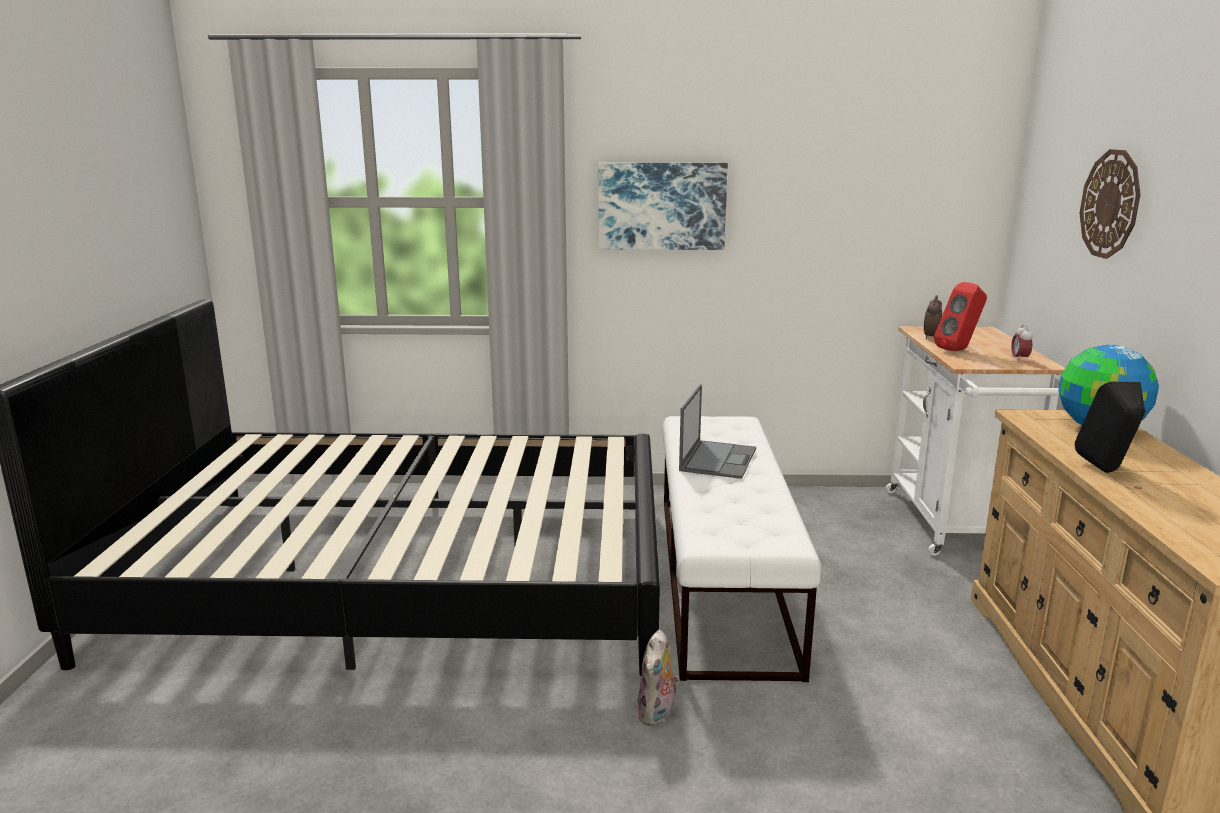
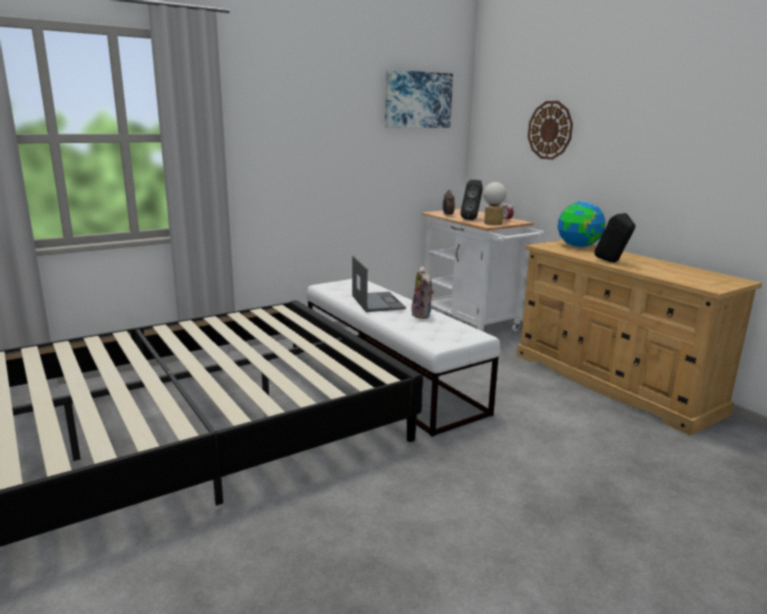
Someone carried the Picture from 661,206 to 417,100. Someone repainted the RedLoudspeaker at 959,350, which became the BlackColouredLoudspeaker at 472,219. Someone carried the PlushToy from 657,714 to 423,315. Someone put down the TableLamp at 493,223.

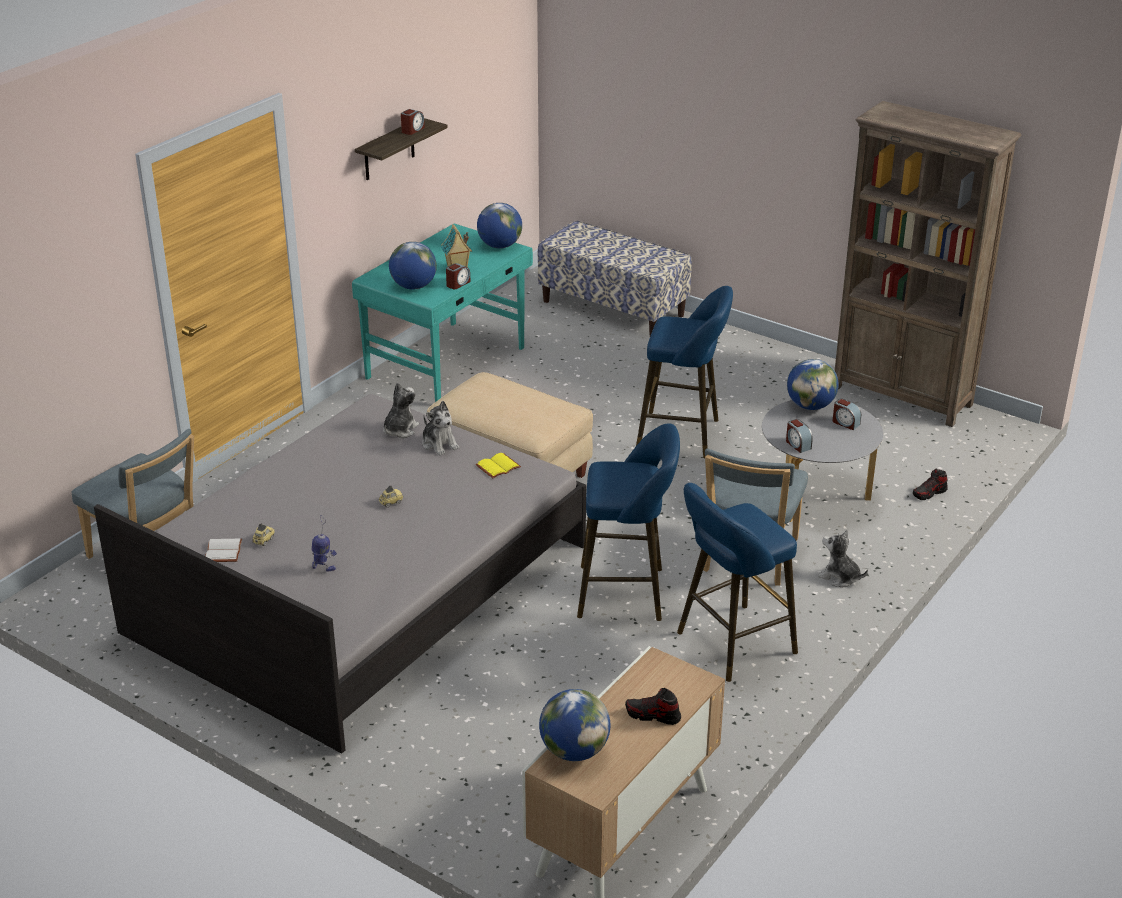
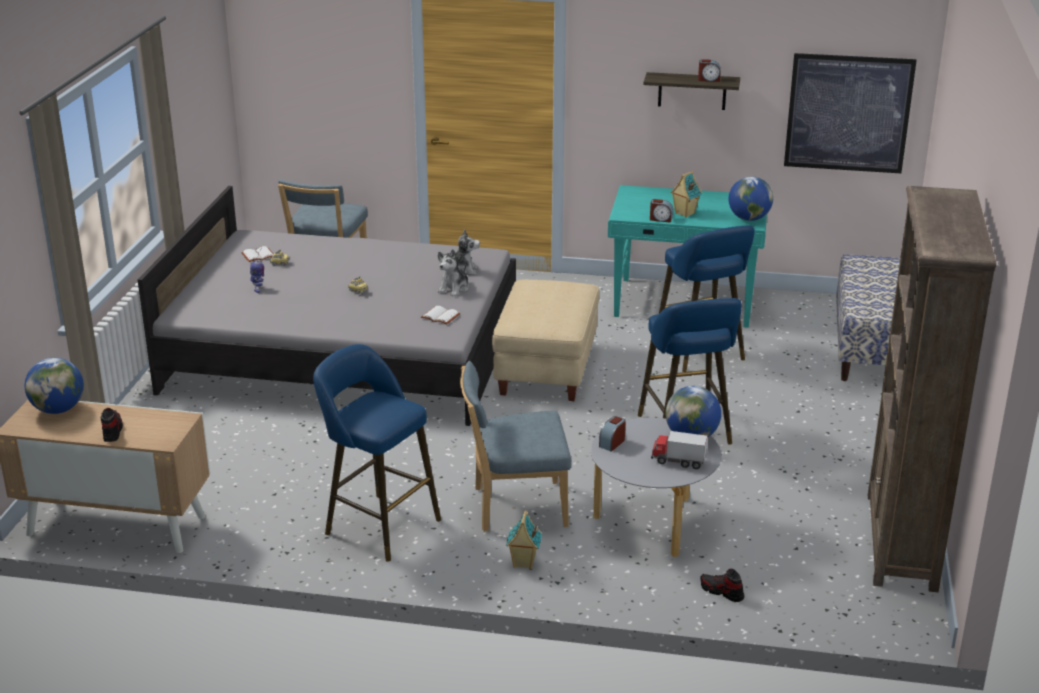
Someone took away the WorldGlobe at 414,286. Someone swapped the BedsideClock at 845,423 for the ToyTruck at 678,461. Someone carried the BlueColouredSittingStool from 627,593 to 701,354. Someone repainted the YellowishBoundBook at 498,467, which became the WhiteColouredBoundBook at 439,317. Someone swapped the PlushToy at 840,577 for the ModelHouse at 523,563. Someone put up the Picture at 848,113.

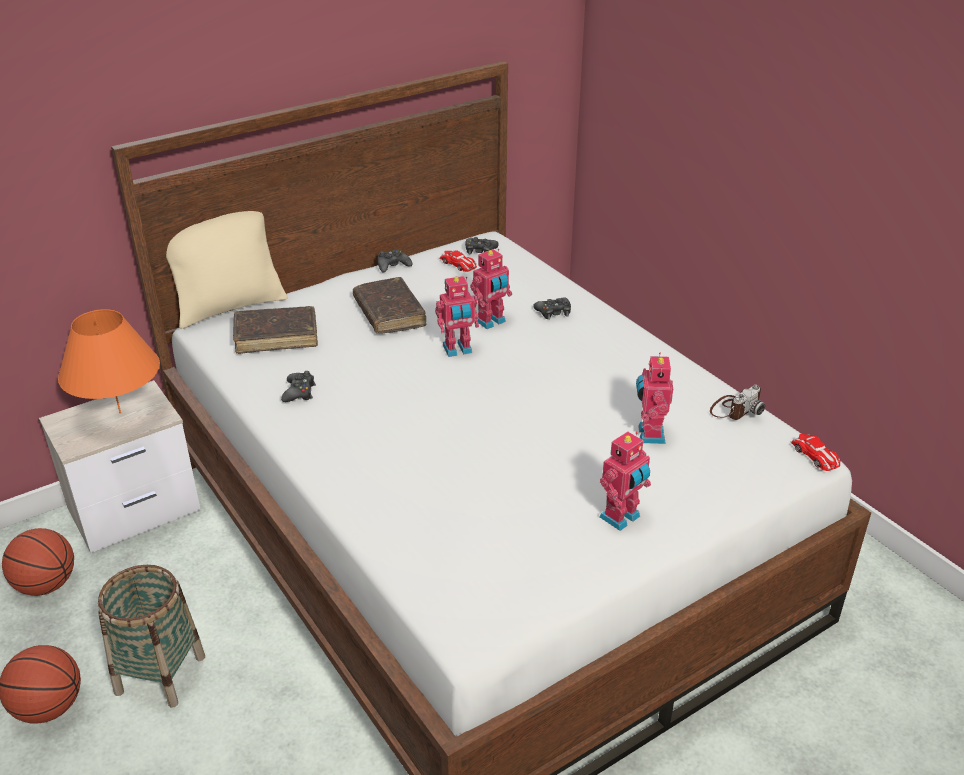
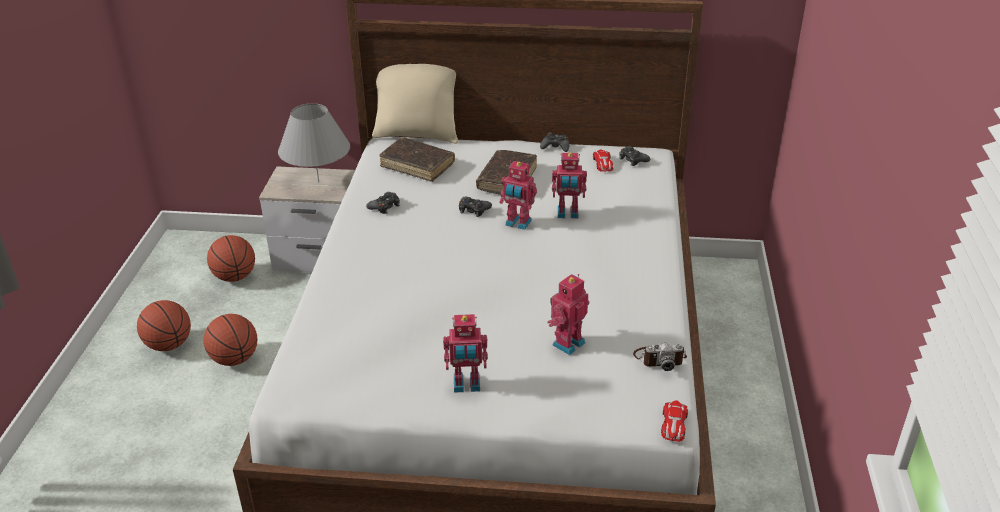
Someone carried the BlackColouredJoypad from 553,312 to 473,210. Someone repainted the OrangeTableLamp at 120,412, which became the GreyishTableLamp at 318,182. Someone swapped the StorageBasket at 160,674 for the BasketballBall at 234,359.

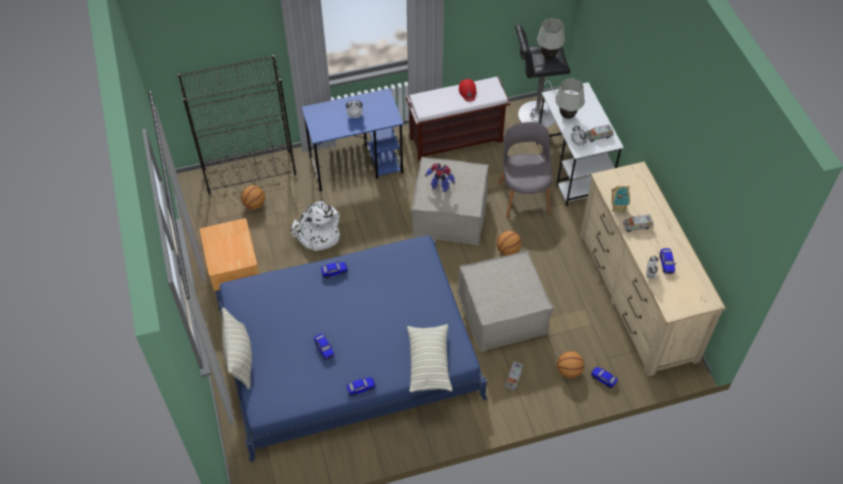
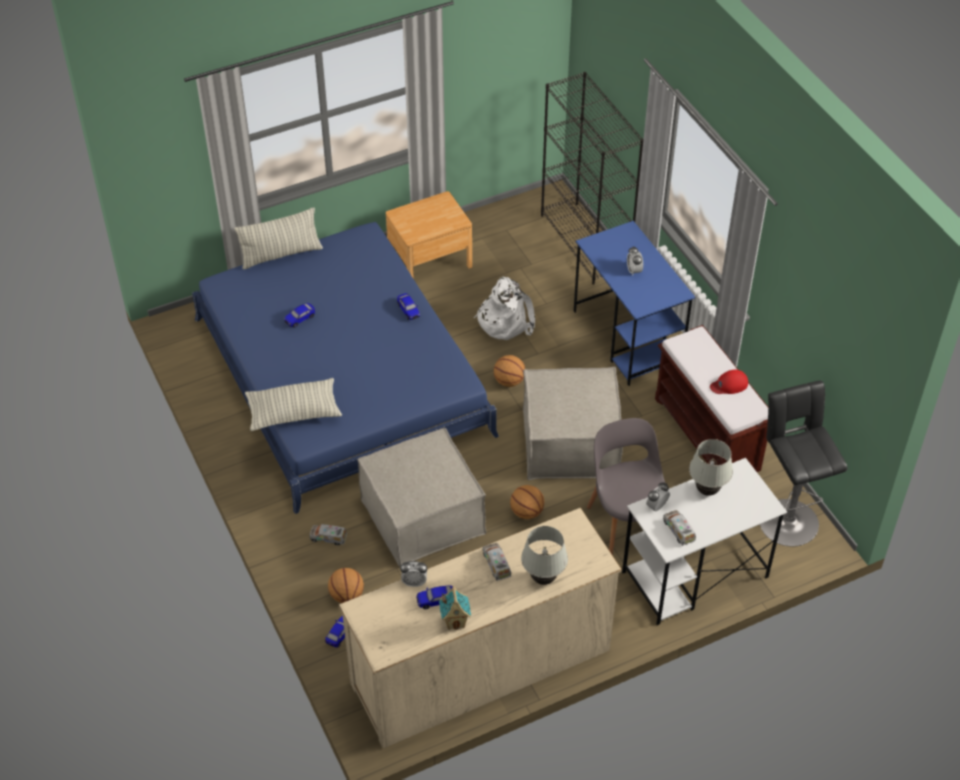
Someone carried the WhiteColouredTableLamp from 548,56 to 543,579. Someone rotated the GreyishUprightChair at 524,196 by 90 degrees counterclockwise. Someone took away the ToyRobot at 440,186. Someone carried the BasketballBall from 254,204 to 509,381. Someone carried the ModelHouse from 617,207 to 455,621. Someone took away the ModelCar at 361,388.

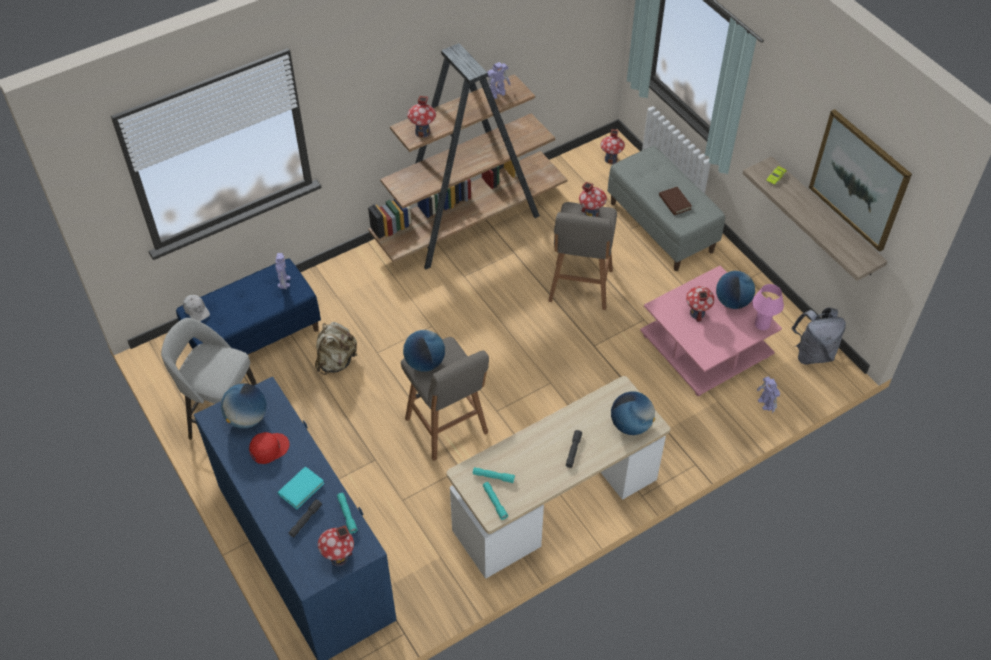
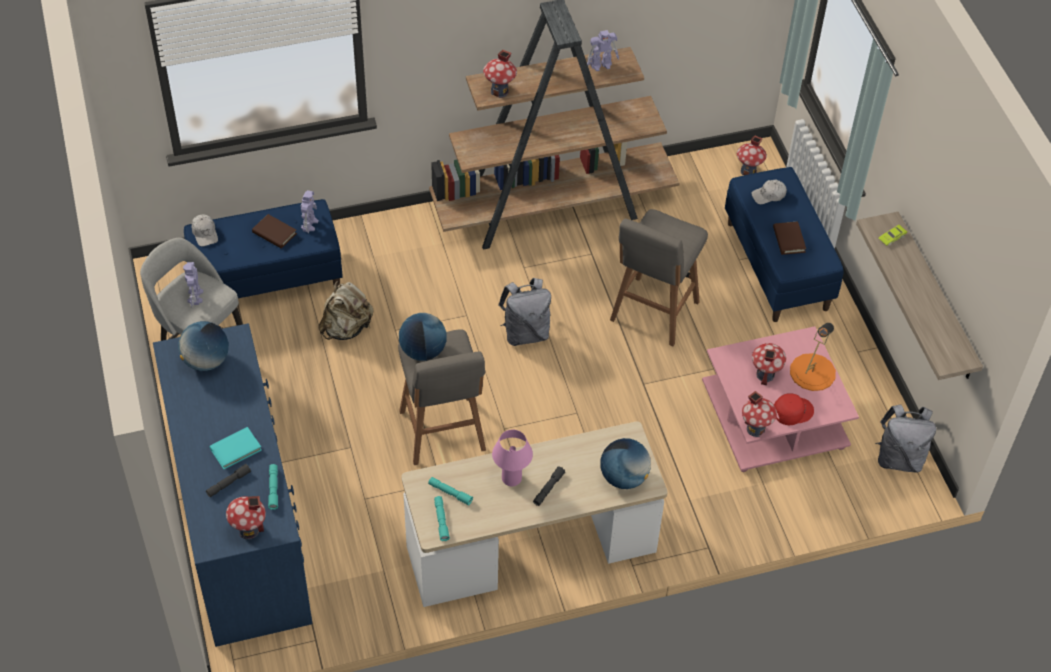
Someone took away the Picture at 859,180. Someone repainted the GreyishLongSeat at 662,227, which became the BlueColouredLongSeat at 778,266. Someone carried the ModelHouse from 591,214 to 755,429. Someone swapped the WorldGlobe at 732,302 for the OrangeTableLamp at 812,372. Someone carried the PinkColouredTableLamp from 762,324 to 511,478. Someone carried the ToyRobot from 766,403 to 195,297. Someone carried the RedBaseballCap from 269,448 to 792,411. Someone put down the WhiteColouredBaseballCap at 769,195. Someone put down the BrownBoundBook at 274,233. Someone put down the GreyishKnapsack at 525,333.

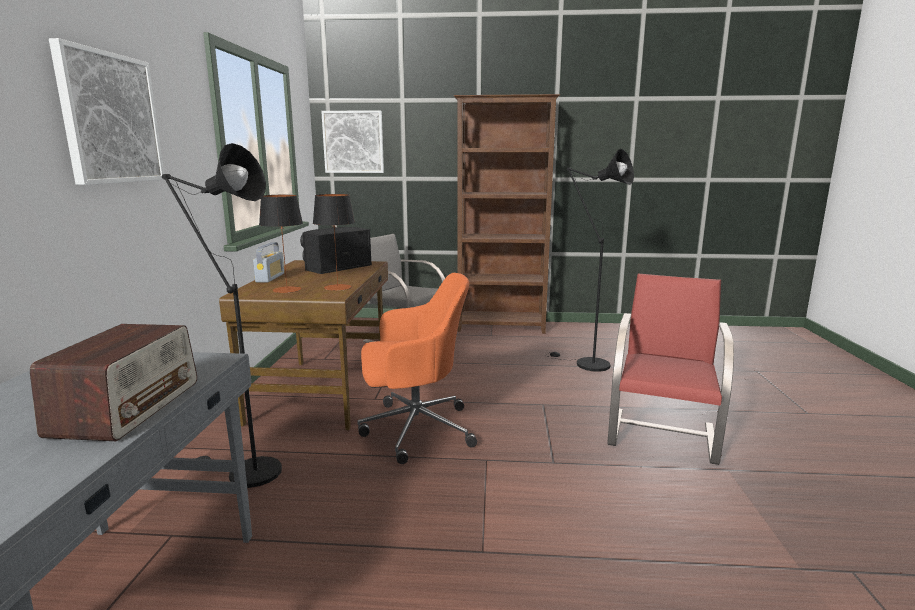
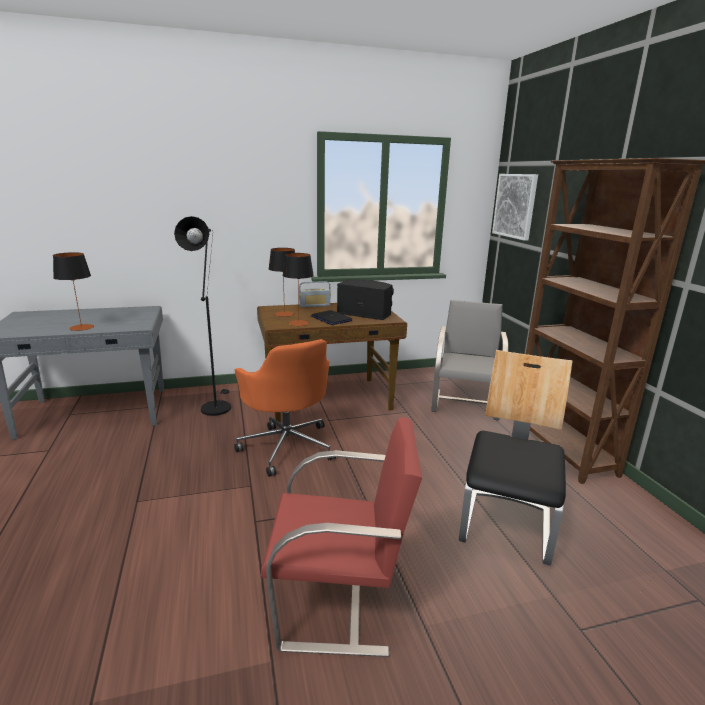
Someone took away the Picture at 110,118. Someone swapped the BlackColouredStandardLamp at 586,364 for the UprightChair at 507,527. Someone swapped the Radio at 128,407 for the TableLamp at 81,327. Someone put down the NotebookComputer at 331,319.

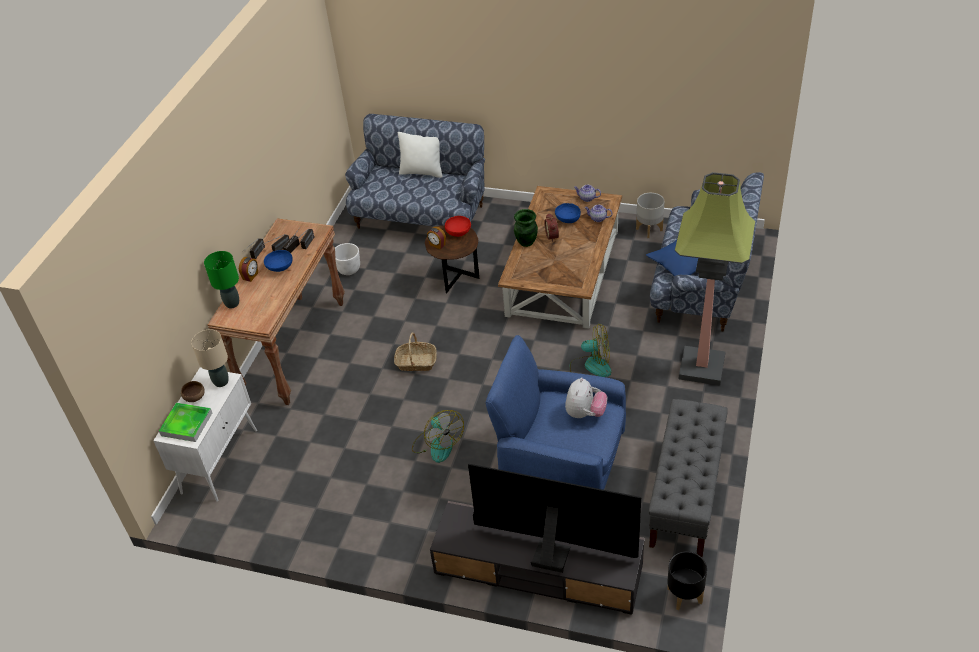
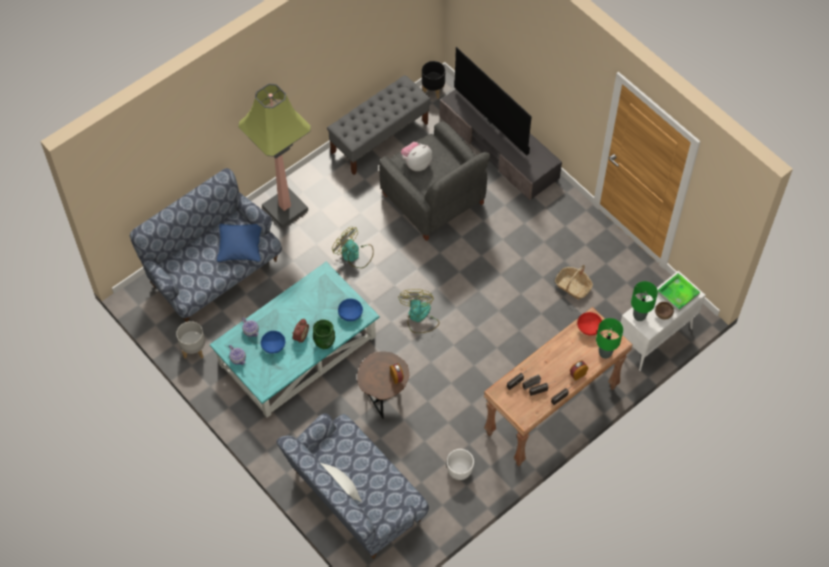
Someone repainted the BrownCoffeeTable at 564,273, which became the BlueGreenCoffeeTable at 297,349. Someone carried the RedDeepDish from 458,232 to 589,328. Someone carried the BlueColouredDeepDish from 280,268 to 350,314. Someone repainted the BeigeTableLamp at 221,382, which became the GreenTableLamp at 639,316. Someone carried the StorageBasket from 416,362 to 573,286. Someone repainted the BlueColouredArmchair at 560,464, which became the GreyishArmchair at 434,200. Someone carried the CoolingFan from 437,444 to 419,317.

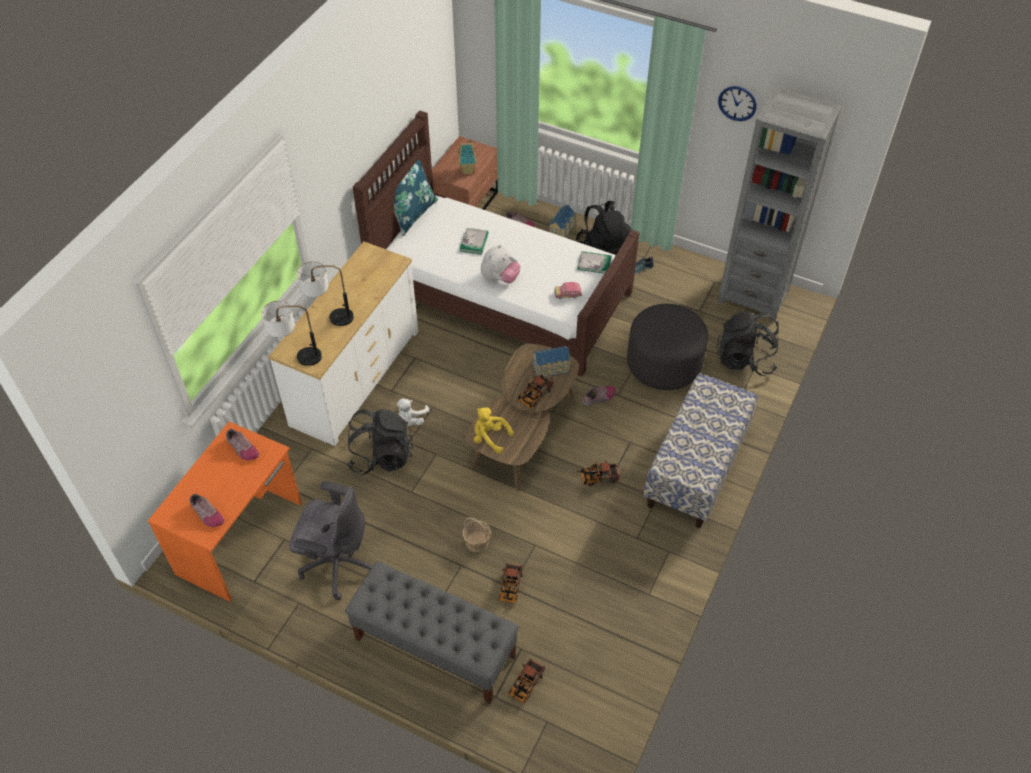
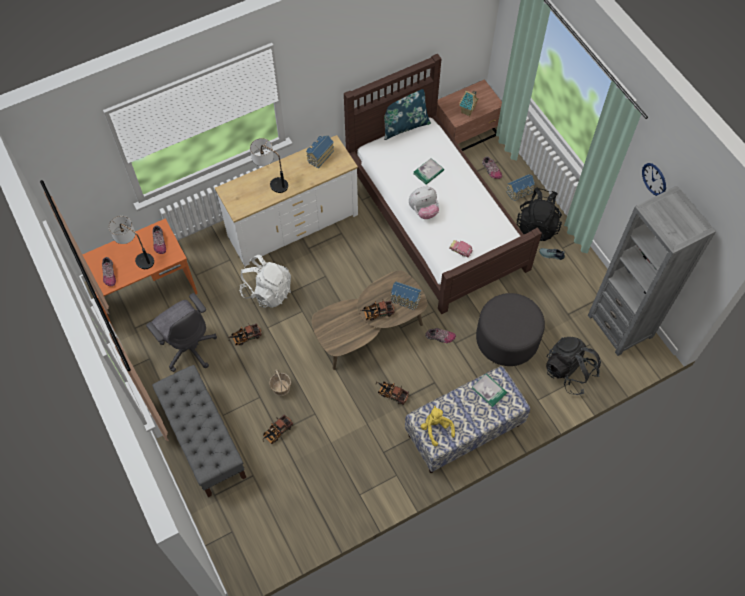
Someone carried the BoundBook from 594,263 to 489,390. Someone carried the TableLamp from 297,357 to 137,257. Someone took away the WhiteColouredPlushToy at 411,420. Someone carried the YellowishPlushToy from 489,438 to 436,428. Someone repainted the BlackColouredKnapsack at 381,456, which became the WhiteColouredKnapsack at 267,291. Someone carried the ToyTruck from 525,686 to 245,337. Someone put down the ModelHouse at 319,156.

